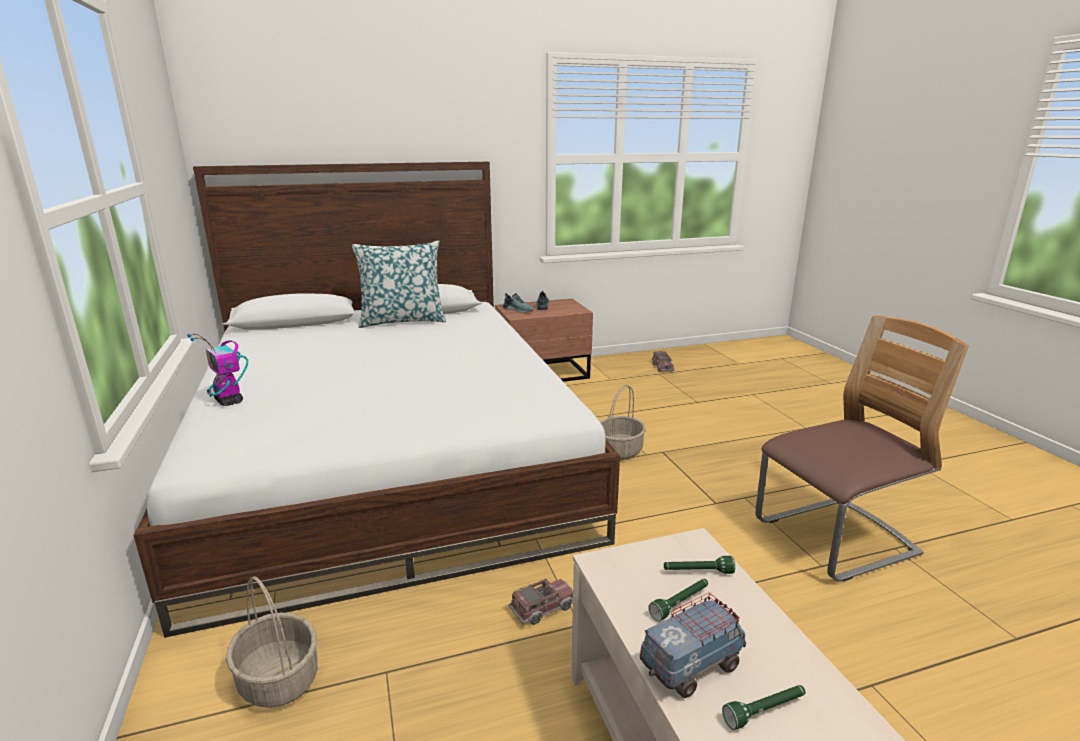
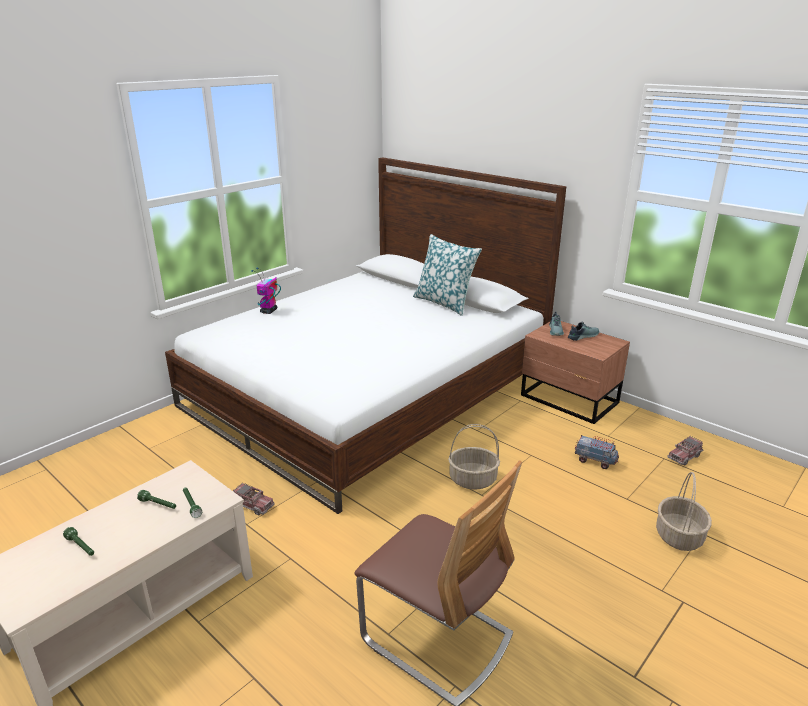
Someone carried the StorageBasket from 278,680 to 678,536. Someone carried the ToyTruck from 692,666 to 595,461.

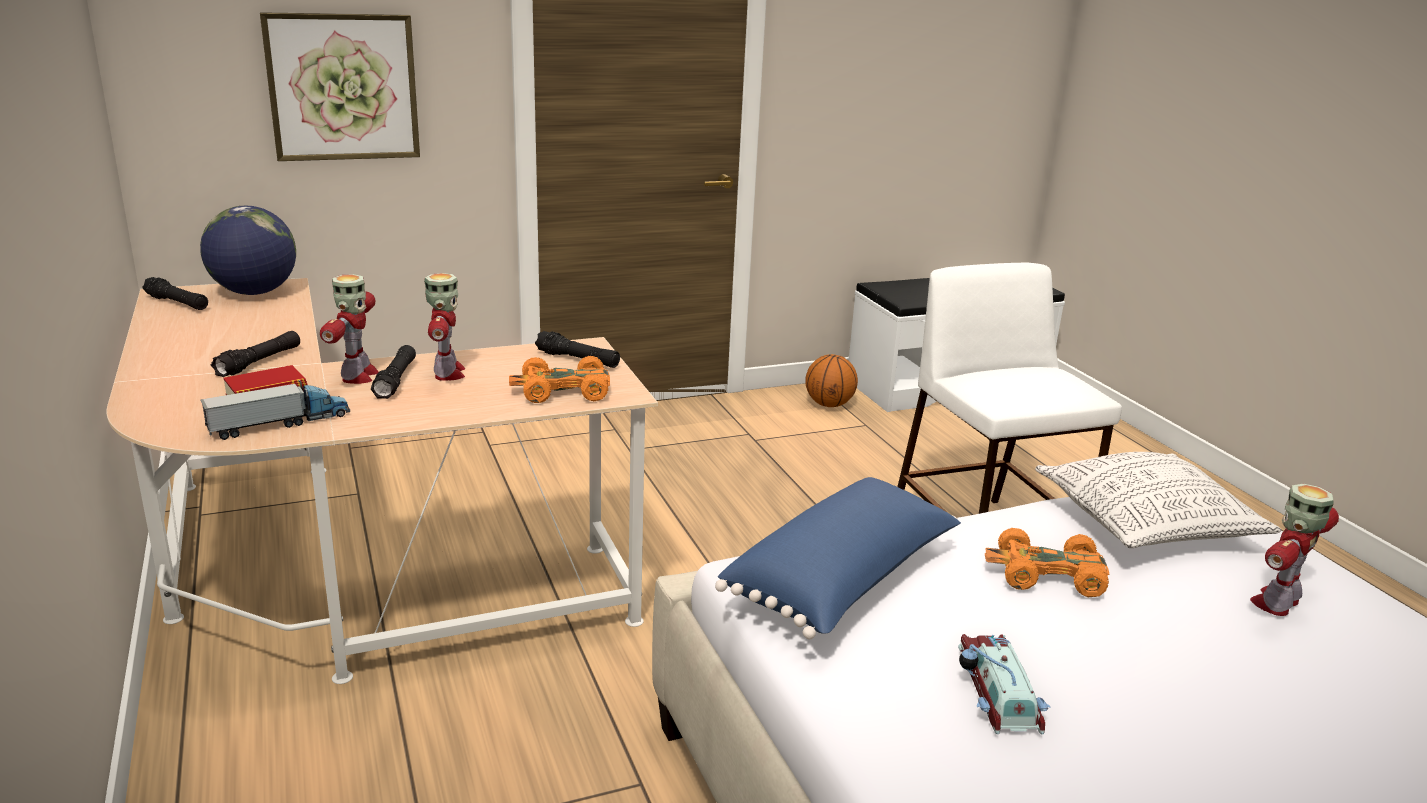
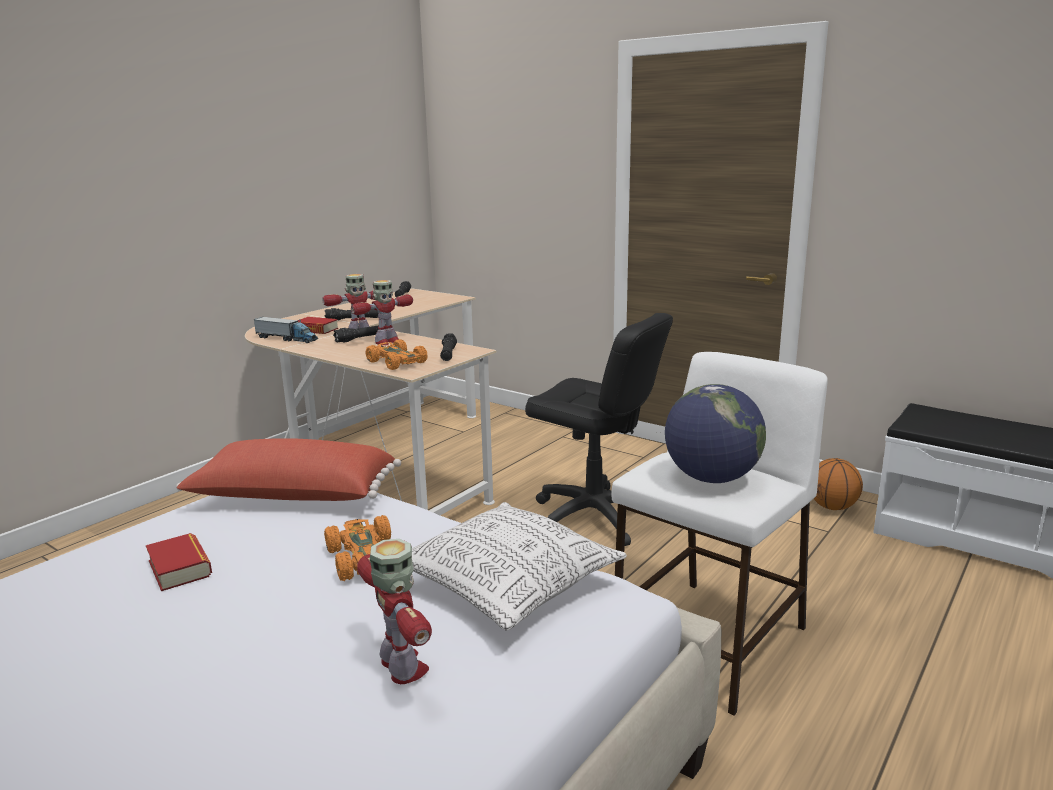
Someone took away the Picture at 343,87. Someone carried the WorldGlobe from 254,292 to 711,478. Someone repainted the BlueColouredThrowPillow at 844,582, which became the RedThrowPillow at 293,498. Someone rotated the ToyRobot at 1277,602 by 45 degrees clockwise. Someone swapped the ModelCar at 995,692 for the BoundBook at 180,568. Someone put down the BlackColouredOfficeChair at 594,516.

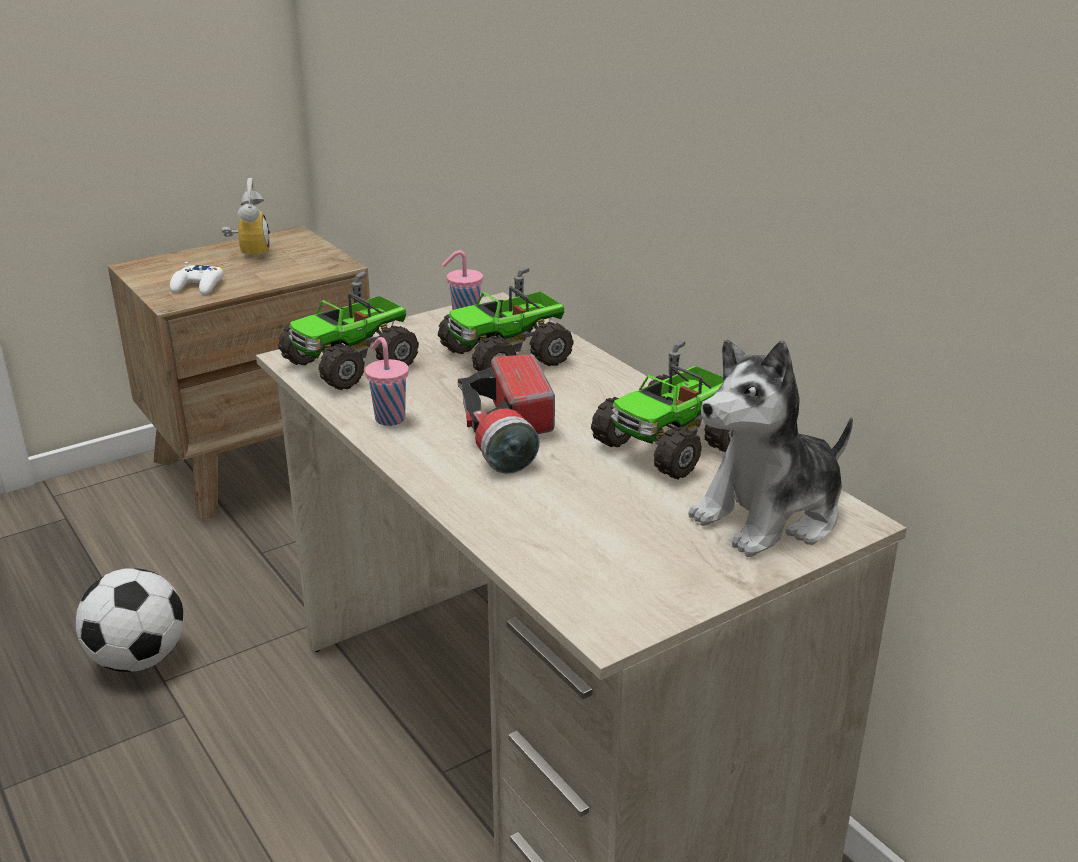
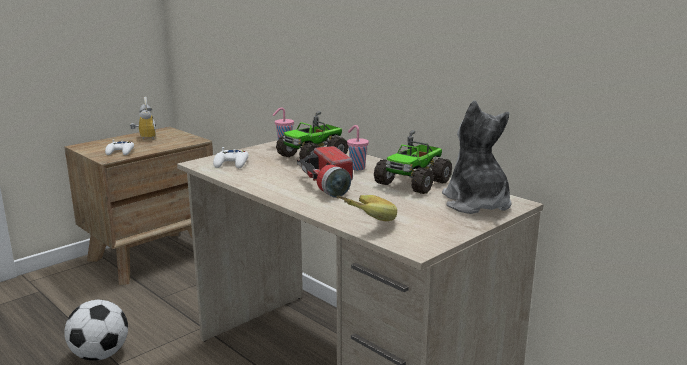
Someone swapped the ToyTruck at 352,364 for the WhiteColouredJoypad at 232,163. Someone carried the PinkColouredCup from 389,418 to 356,168. Someone rotated the PlushToy at 770,516 by 120 degrees clockwise. Someone put down the WholeBanana at 361,222.

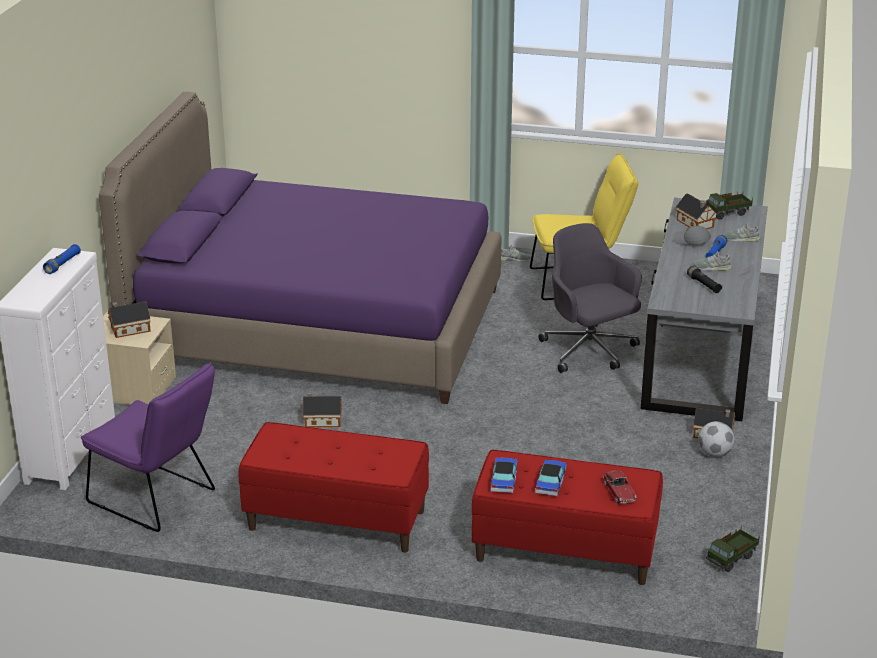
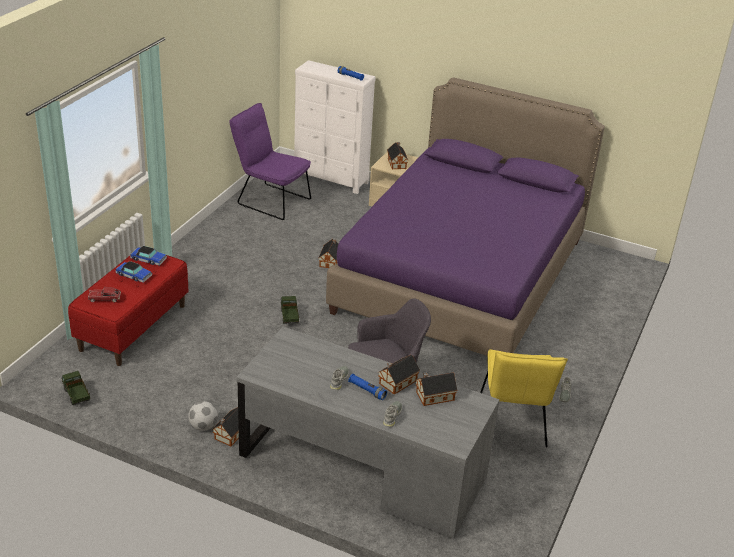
Someone carried the ToyTruck from 727,214 to 289,317. Someone swapped the GreyishBaseballCap at 691,241 for the ModelHouse at 396,382. Someone took away the BlackColouredTorch at 703,285. Someone rotated the PurpleUprightChair at 158,499 by 75 degrees clockwise. Someone took away the RedLongSeat at 336,520.

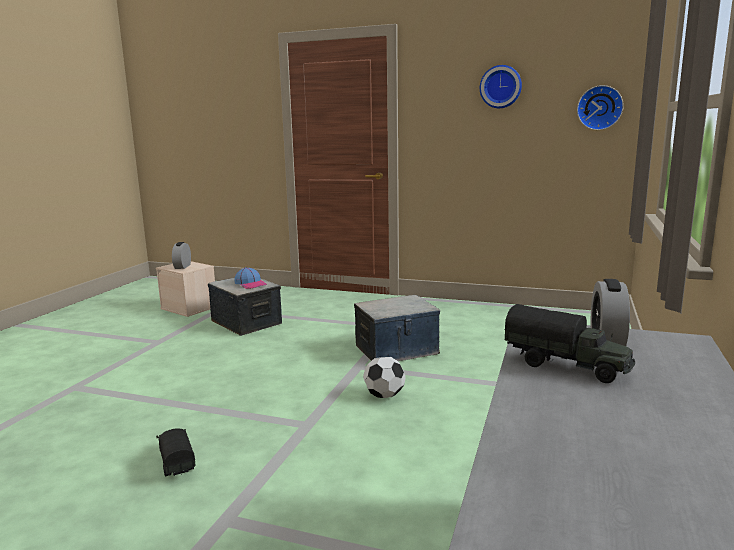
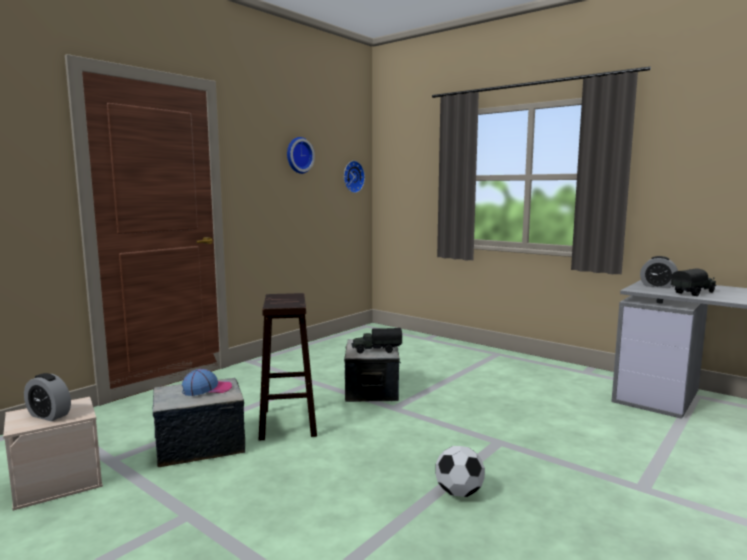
Someone carried the Football from 384,396 to 459,493. Someone carried the ToyTruck from 176,462 to 376,350. Someone put down the BrownSittingStool at 287,422.

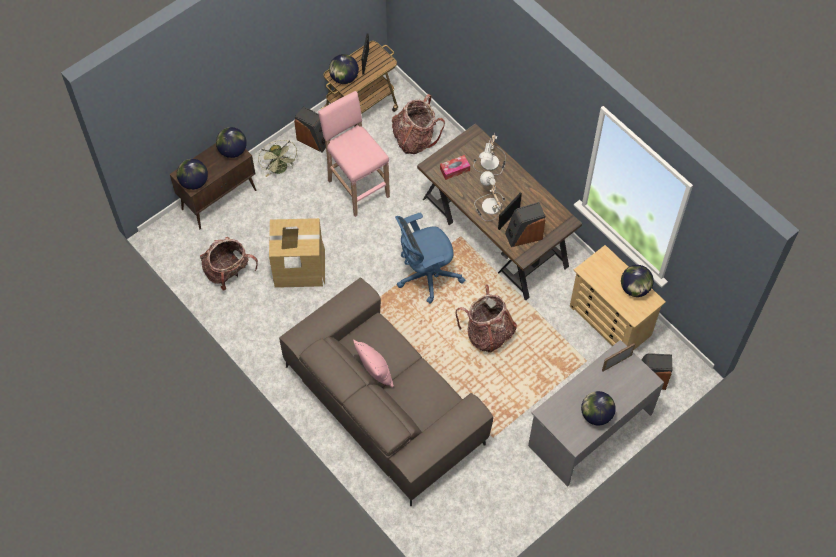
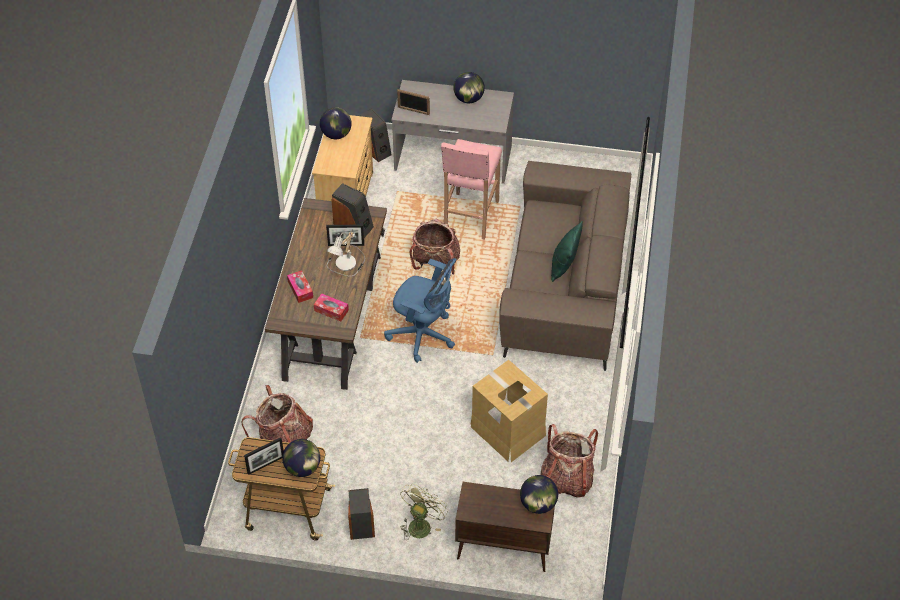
Someone carried the PinkColouredSittingStool from 357,187 to 470,217. Someone took away the WorldGlobe at 233,151. Someone swapped the TableLamp at 491,164 for the TissueHolder at 300,289. Someone repainted the PinkColouredThrowPillow at 375,372, which became the GreenThrowPillow at 564,265.

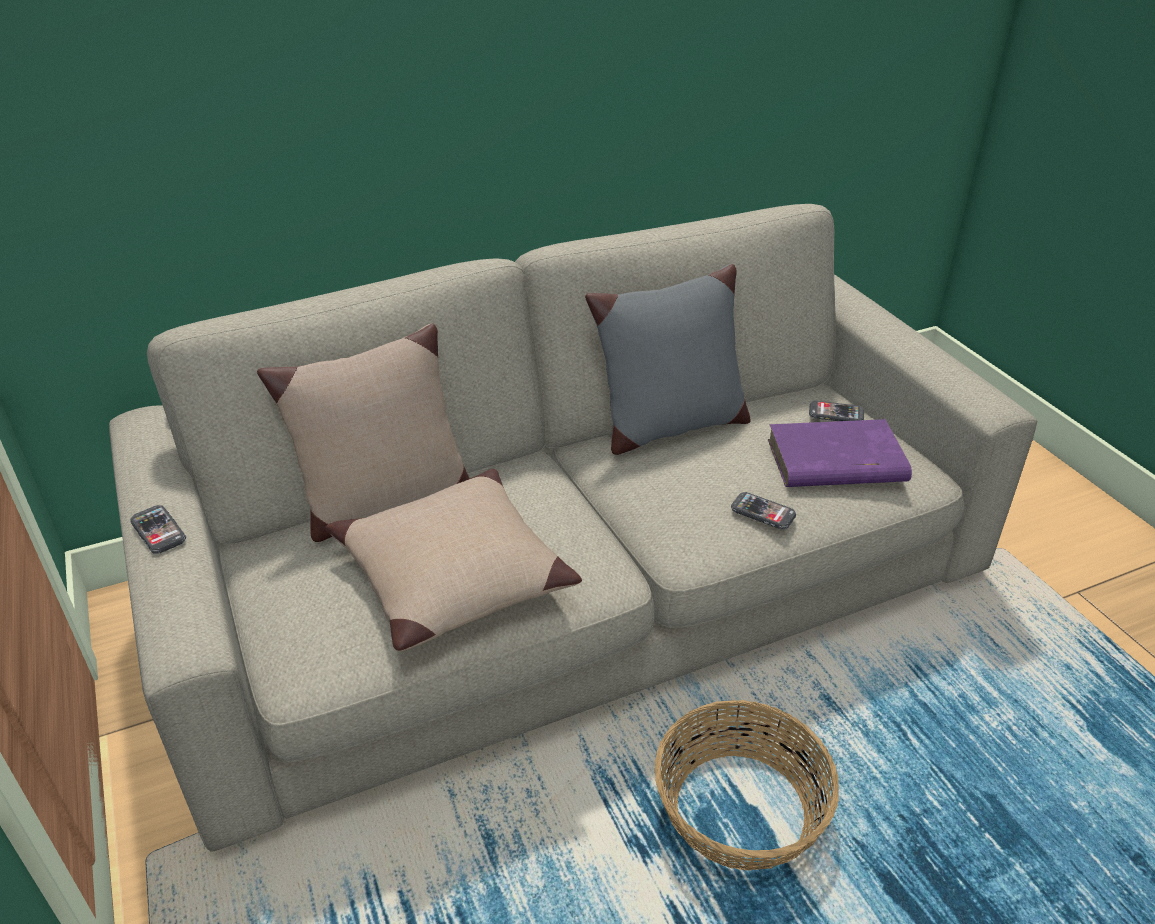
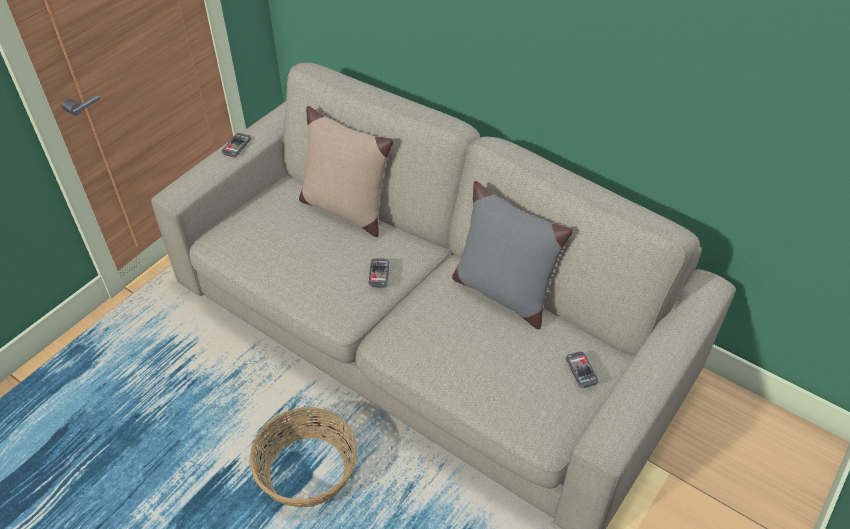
Someone took away the PurpleBoundBook at 834,461. Someone took away the BeigeThrowPillow at 451,575. Someone carried the Telephone from 763,512 to 379,273.

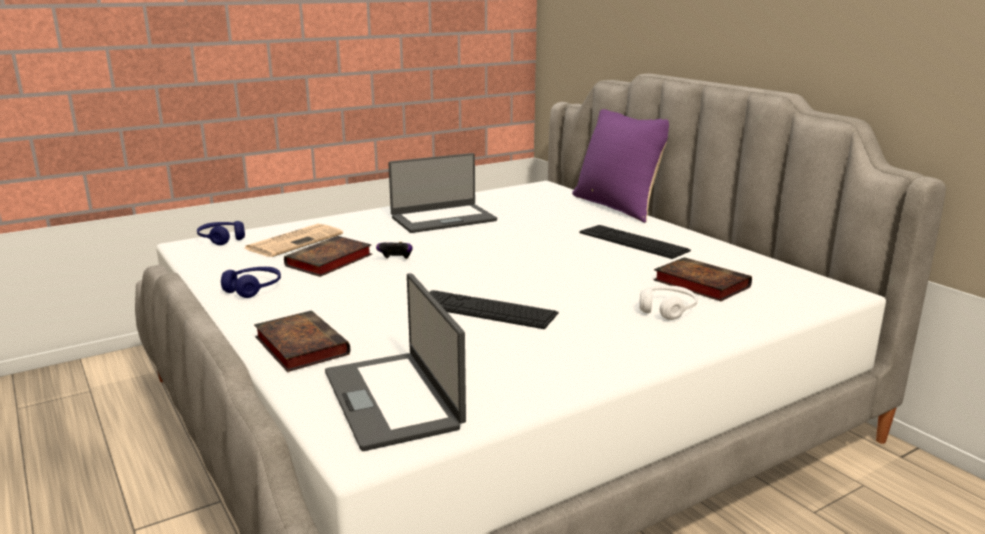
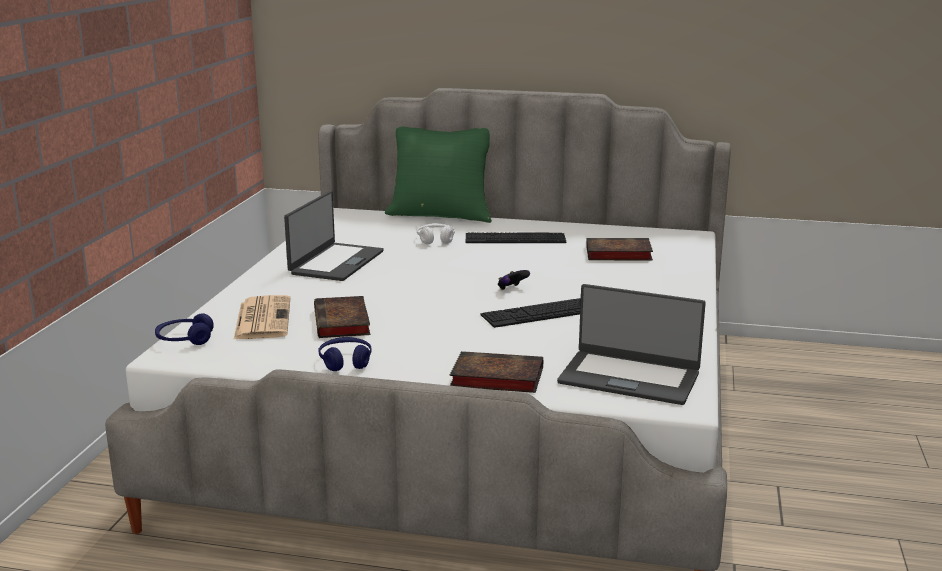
Someone repainted the PurpleThrowPillow at 619,206, which became the GreenThrowPillow at 441,215. Someone carried the Joypad from 396,260 to 512,289. Someone carried the WhiteColouredPairOfHeadphones from 667,309 to 436,239.

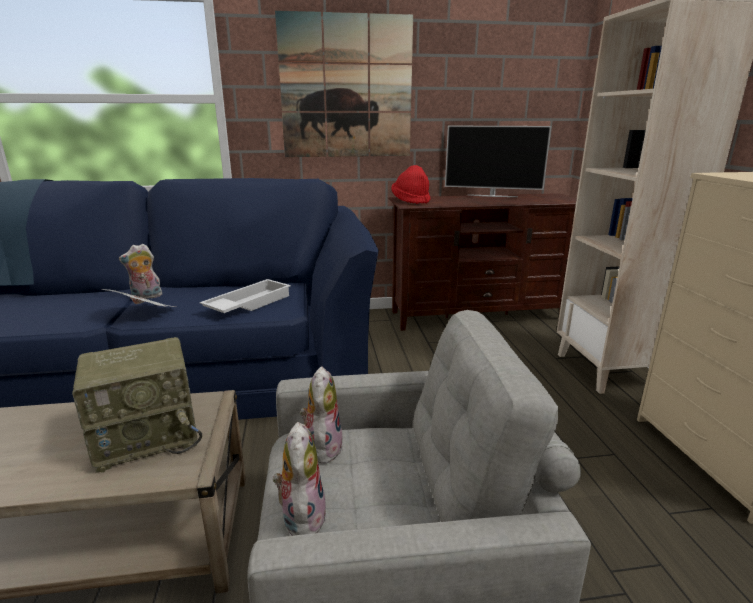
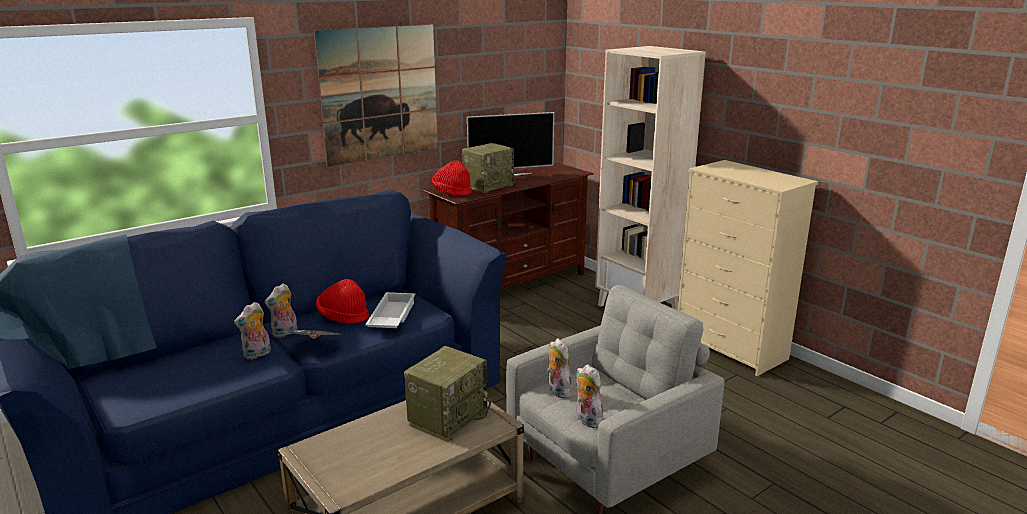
Someone put down the Radio at 488,185. Someone put down the RedClothingHat at 343,317. Someone put down the PlushToy at 257,354.

